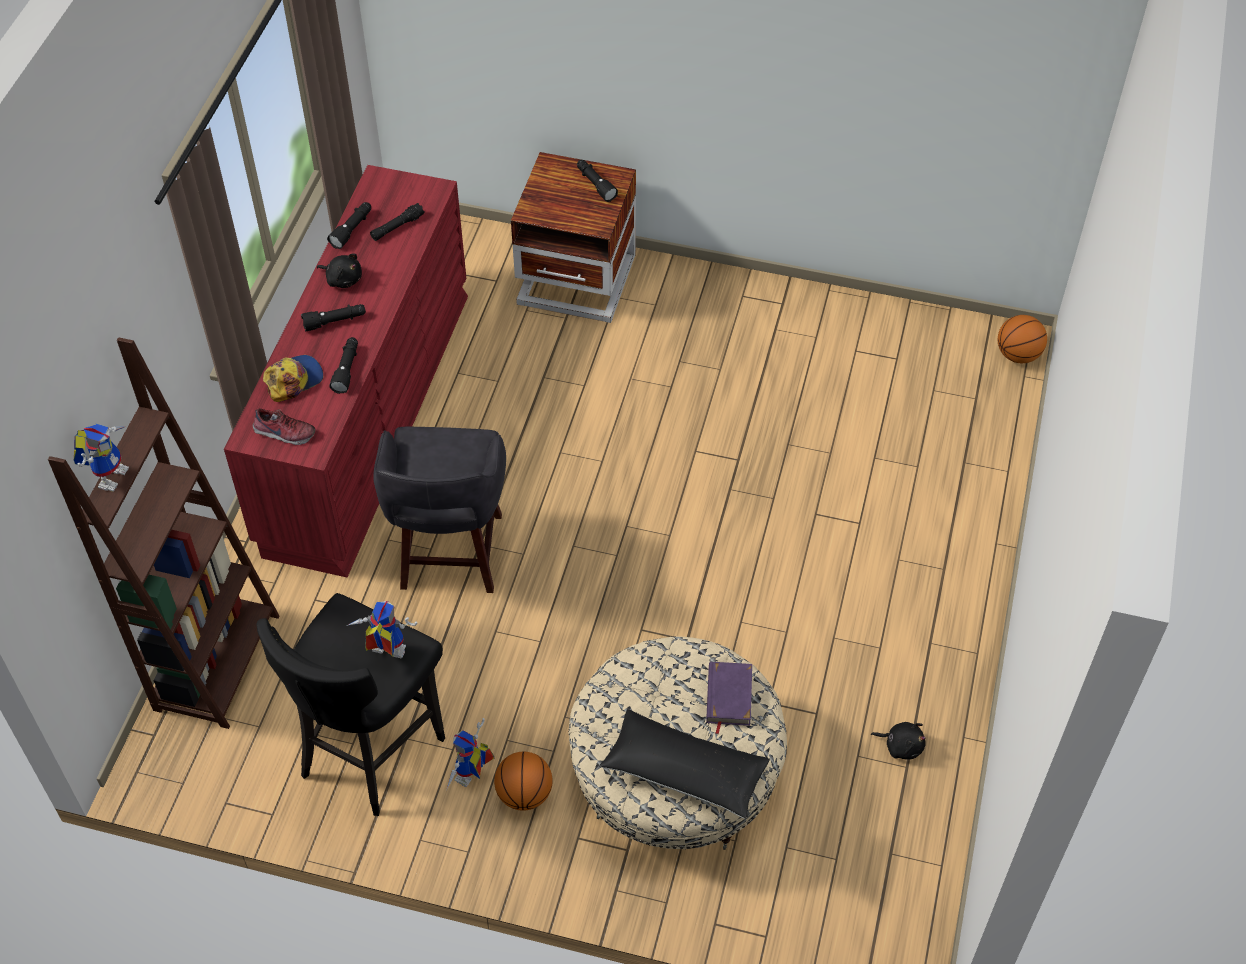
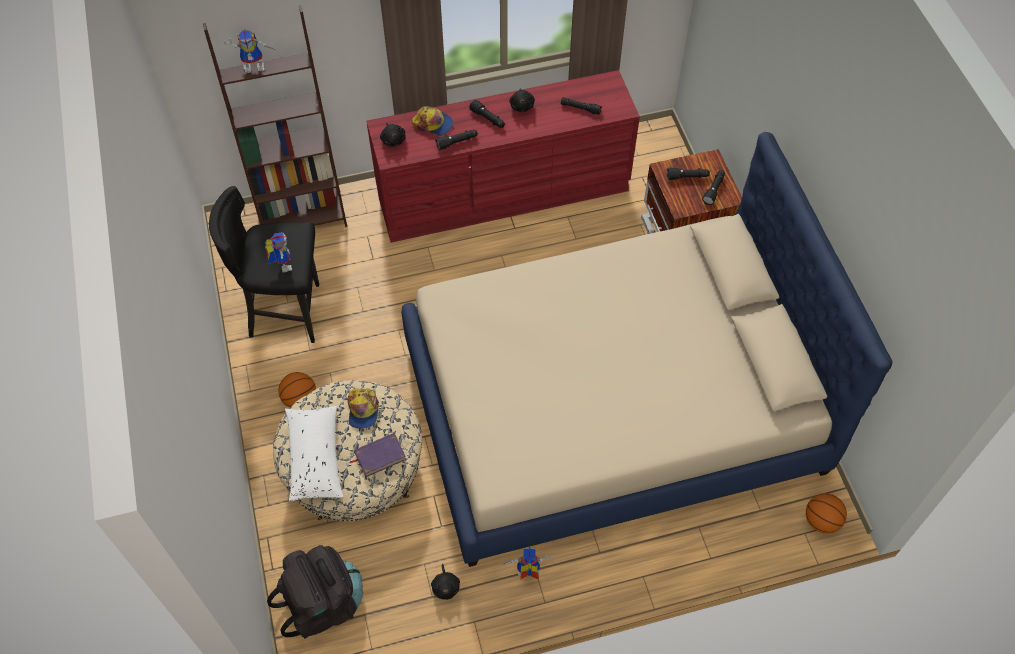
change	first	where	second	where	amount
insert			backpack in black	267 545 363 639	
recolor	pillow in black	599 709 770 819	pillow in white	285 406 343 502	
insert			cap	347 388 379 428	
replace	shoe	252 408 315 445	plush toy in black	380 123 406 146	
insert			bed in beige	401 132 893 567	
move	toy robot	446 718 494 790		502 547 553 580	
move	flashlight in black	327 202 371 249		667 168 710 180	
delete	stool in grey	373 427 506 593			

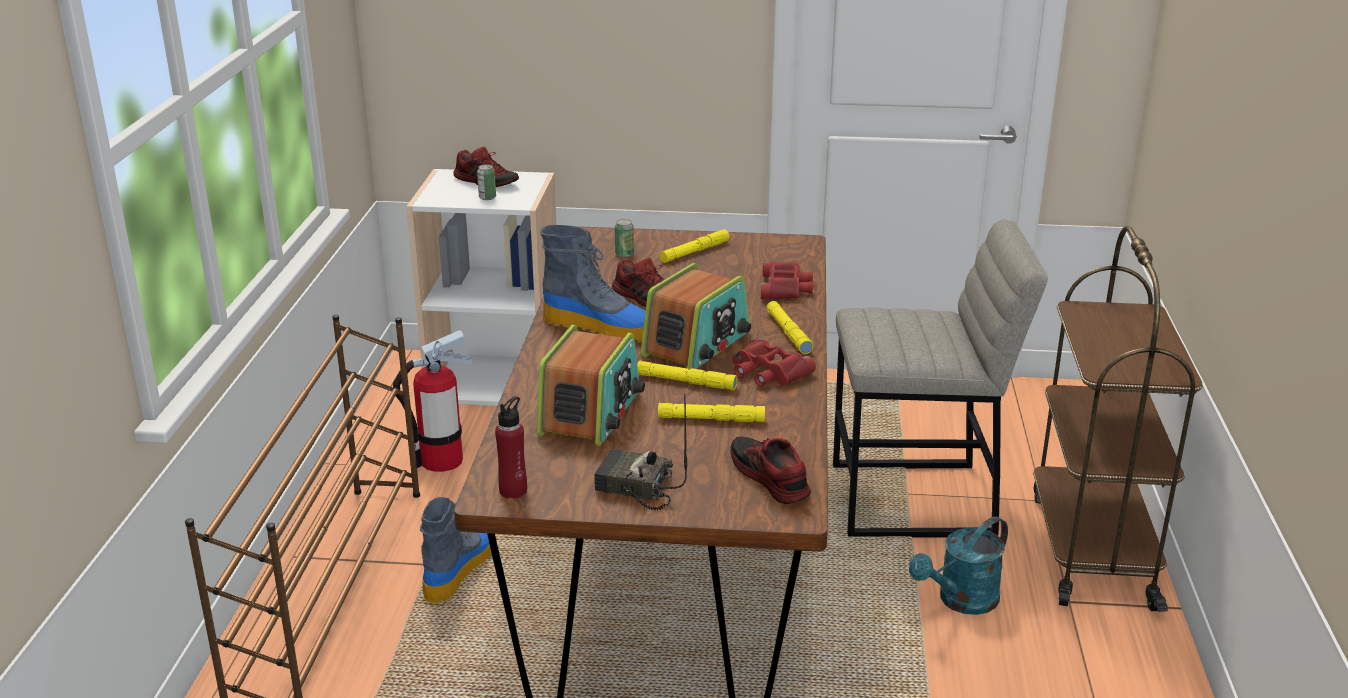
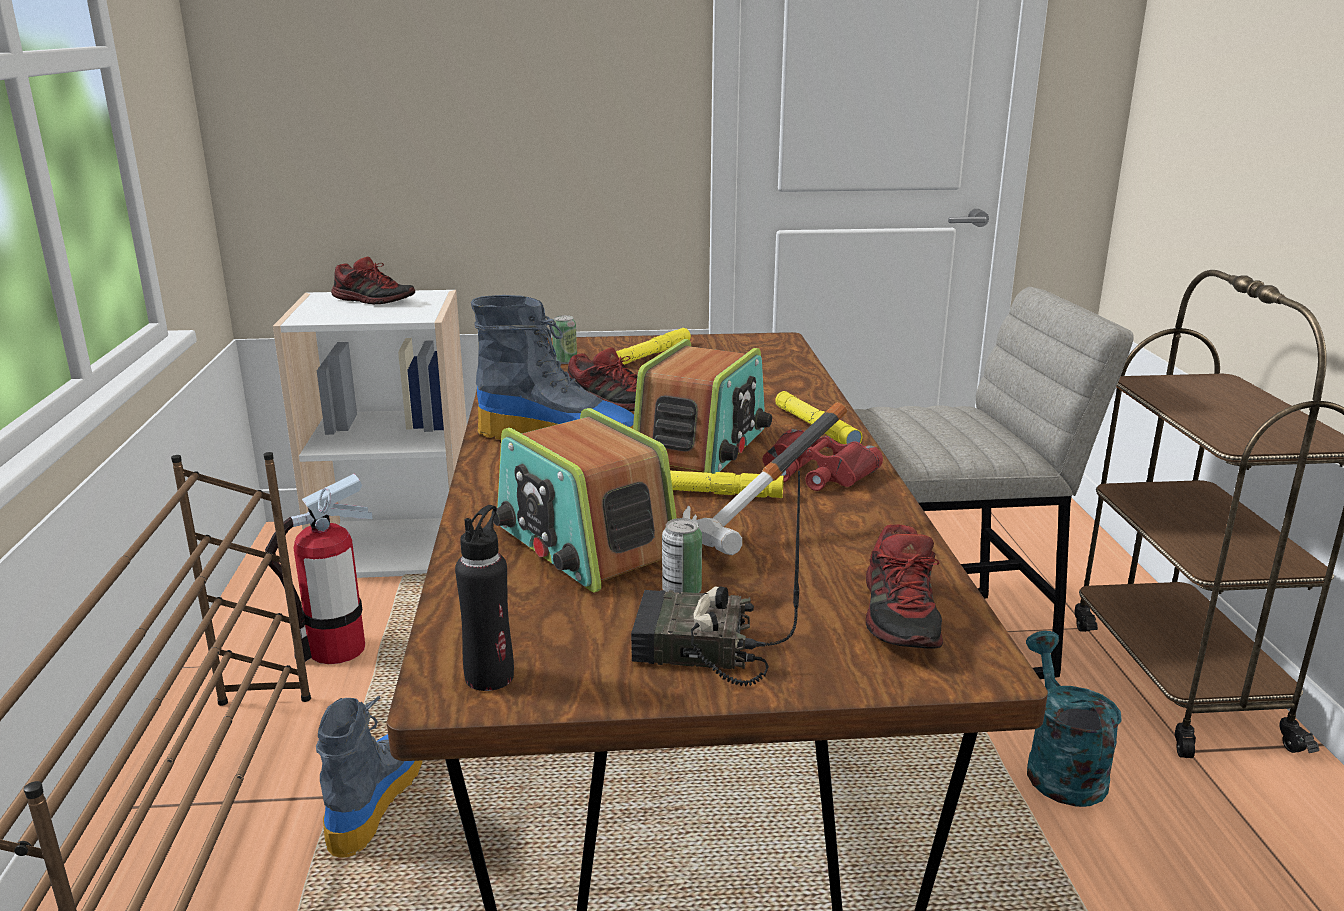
change	first	where	second	where	amount
recolor	bottle in red	495 396 527 499	bottle in black	455 505 514 691	
rotate	radio	536 325 645 446		492 408 677 593	135 degrees clockwise
move	can	477 164 496 200		662 518 702 593	
replace	flashlight in yellow	658 403 765 422	hammer	683 402 847 555	
rotate	shoe	731 436 811 504		866 524 943 649	135 degrees counterclockwise
rotate	watering can in turquoise	909 516 1008 615		1026 631 1122 807	135 degrees clockwise
delete	binoculars in red	761 261 813 299			

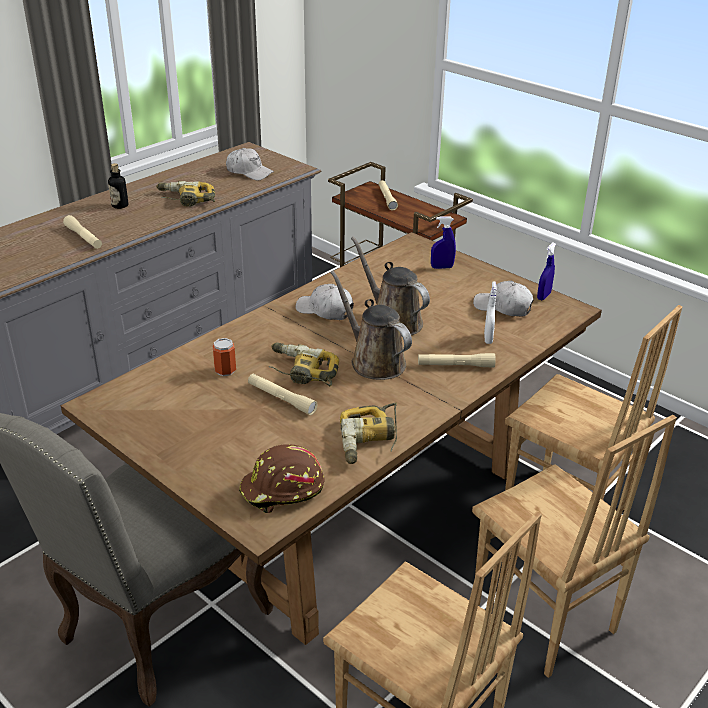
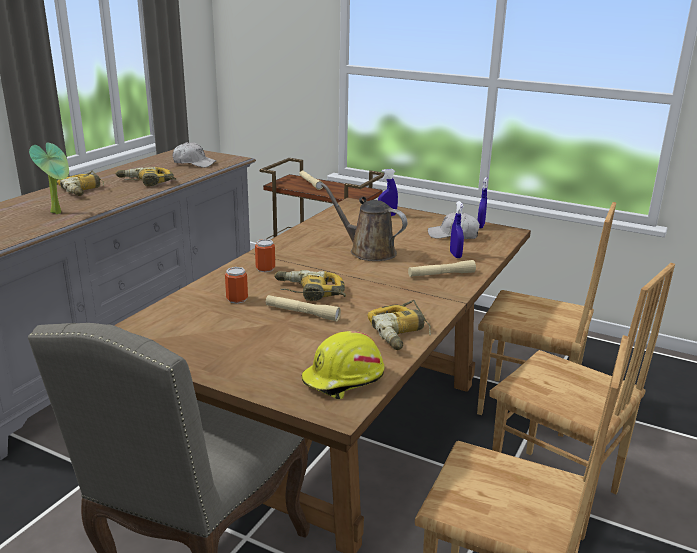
change	first	where	second	where	amount
replace	flashlight in beige	63 215 102 249	potted plant	29 142 69 214	
replace	bottle	108 163 128 209	power drill	57 170 104 196	
insert			can	255 239 275 272	
recolor	hard hat in brown	239 444 324 513	hard hat in yellow	301 331 385 399	
recolor	spray bottle in white	484 281 497 344	spray bottle in blue	450 201 464 258	
delete	cap in white	295 284 354 320			
delete	watering can in brown	330 271 412 380			

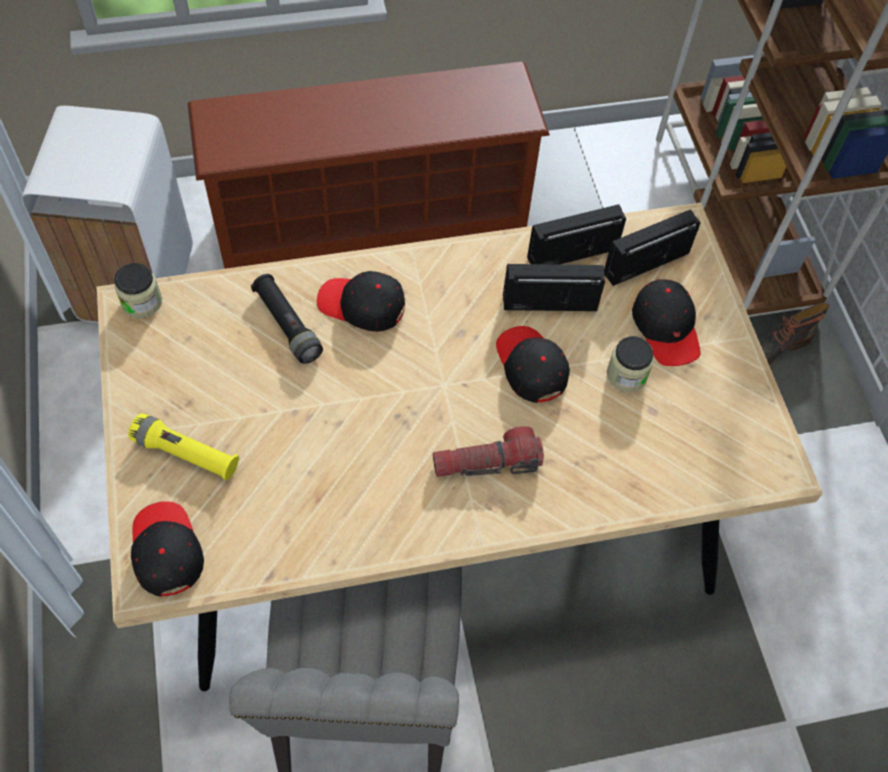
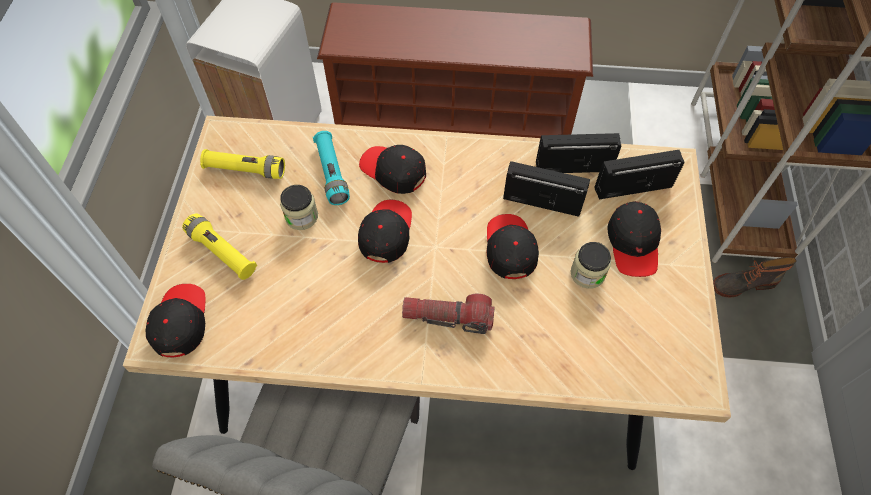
change	first	where	second	where	amount
insert			flashlight in yellow	200 149 285 179	
move	jar	114 263 162 318		280 185 318 230	
recolor	flashlight in black	251 274 323 364	flashlight in turquoise	313 131 350 205	
insert			cap in black	358 200 412 263	

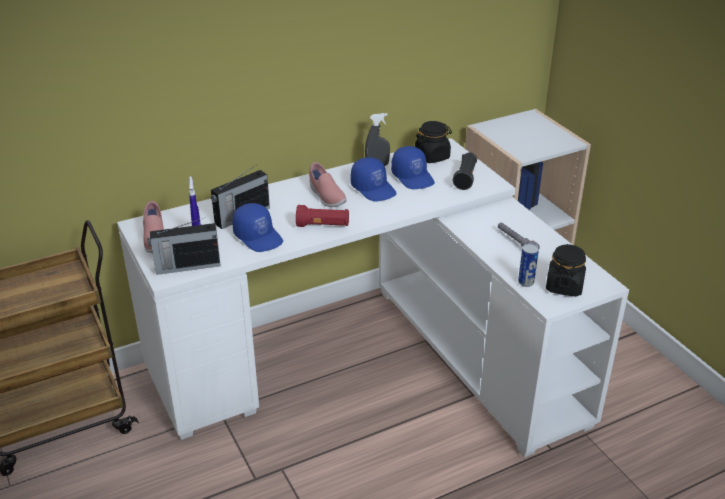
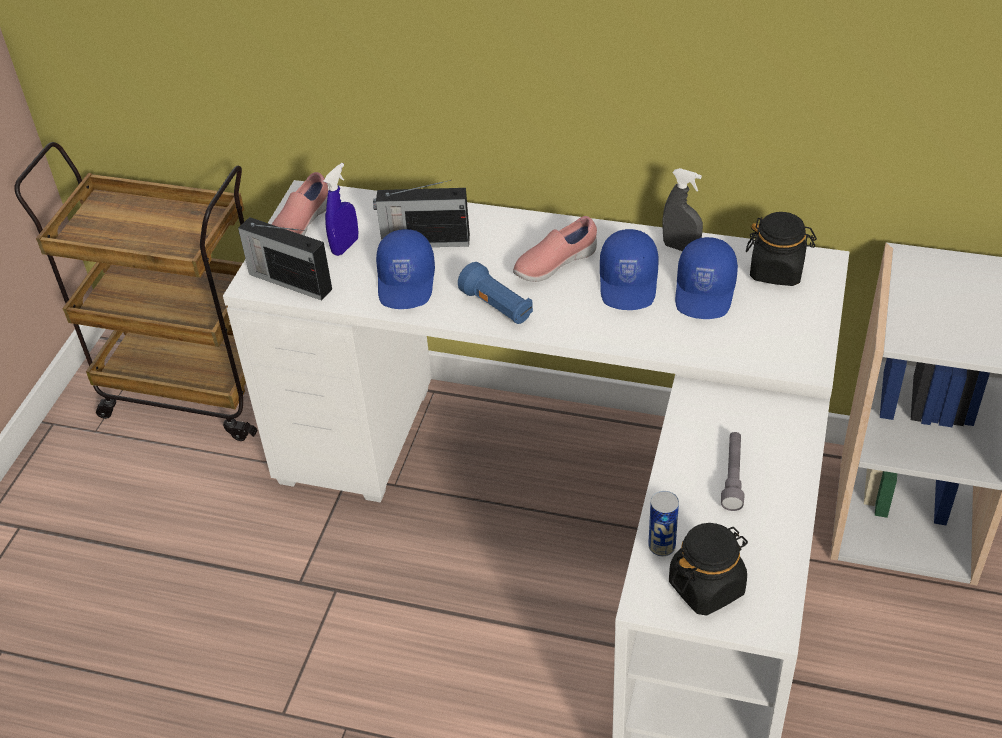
change	first	where	second	where	amount
recolor	flashlight in red	296 205 349 227	flashlight in blue	458 262 533 324	
rotate	shoe in pink	309 162 347 207		513 216 597 282	45 degrees clockwise
delete	flashlight in black	453 153 477 190			

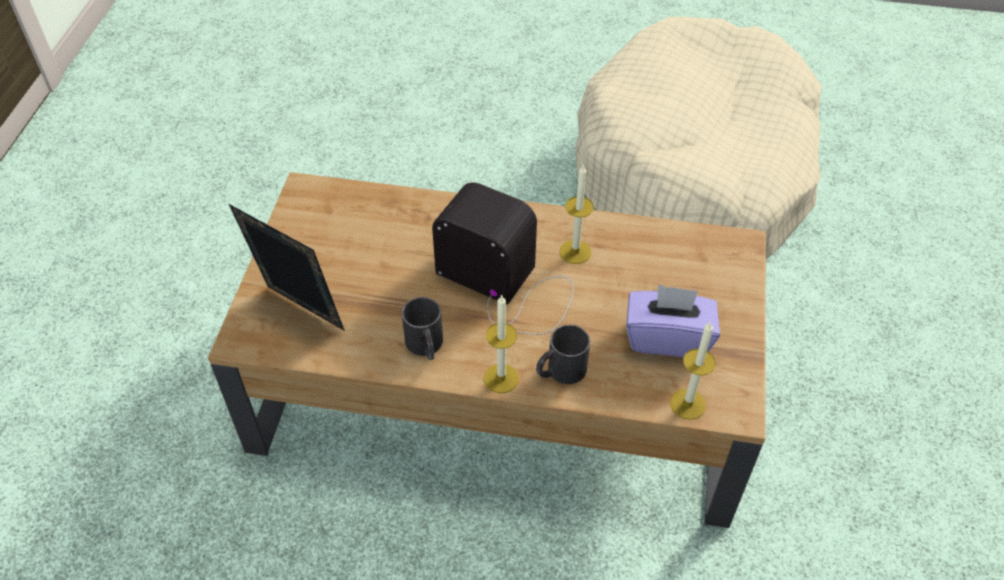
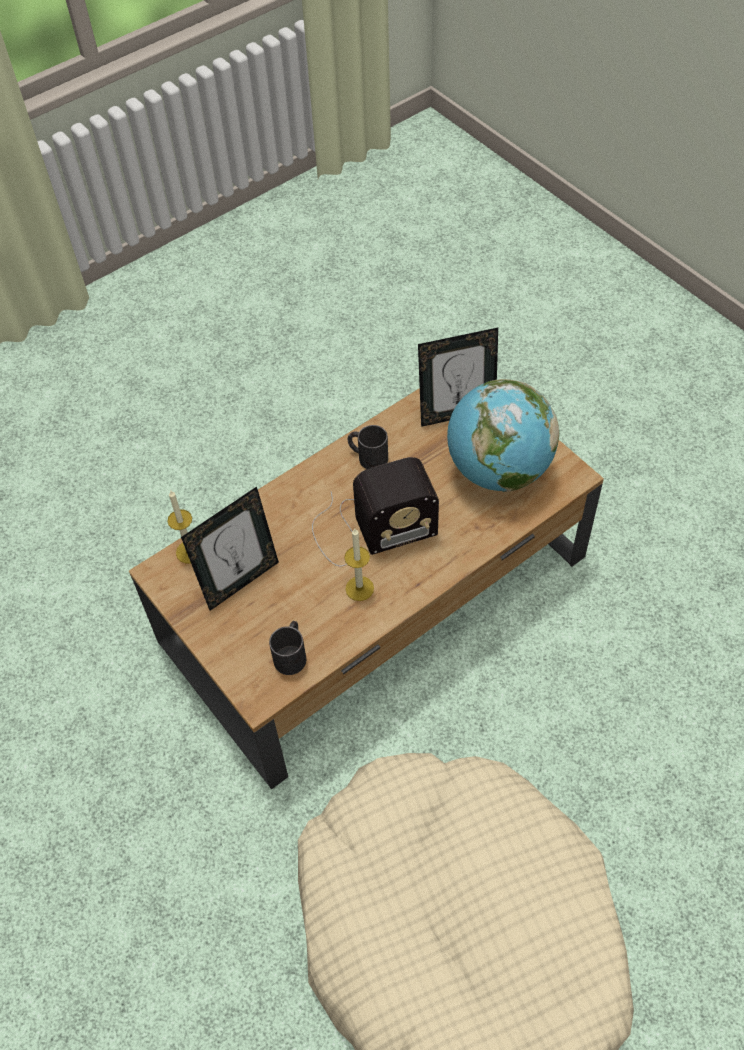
change	first	where	second	where	amount
replace	tissue box in purple	626 284 720 357	picture frame	181 487 279 611	
move	mug in black	536 325 590 384		269 621 306 675	
insert			globe	447 379 559 492	
delete	candle	484 294 519 393			

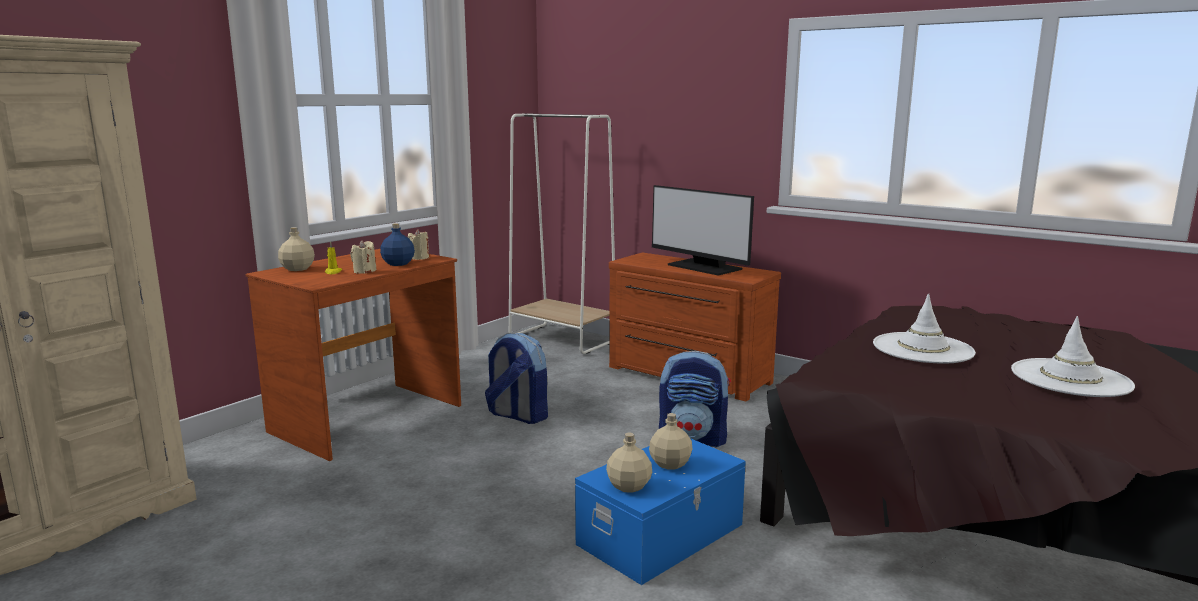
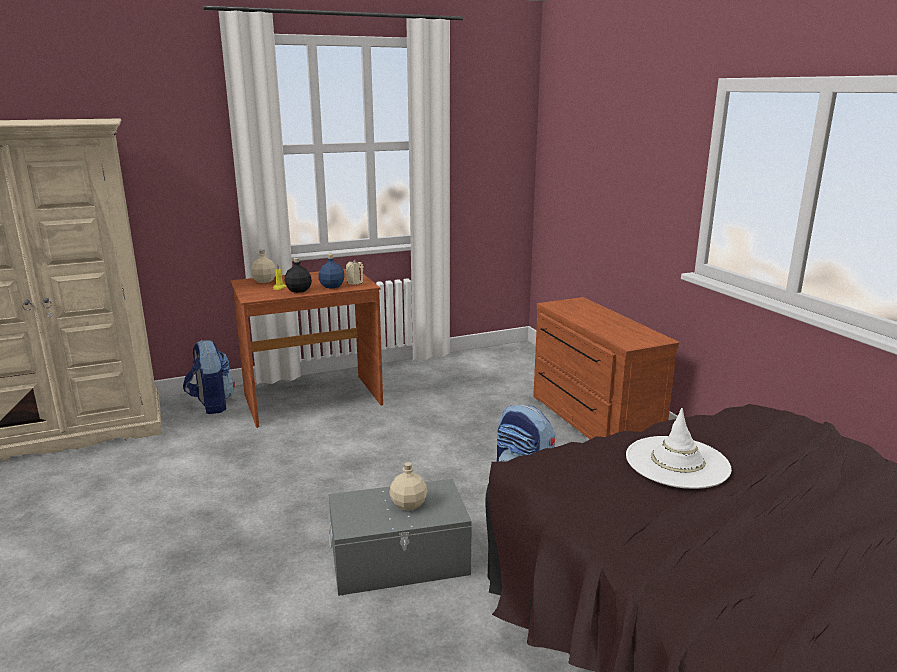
change	first	where	second	where	amount
move	backpack	485 333 548 424		183 340 235 414	
replace	candle in beige	350 240 376 274	bottle in black	285 258 312 293	
recolor	storage box in blue	575 438 746 585	storage box in grey	329 479 472 596	
delete	clothes rack	509 113 615 354			
delete	bottle in beige	606 433 652 493			
delete	monitor	652 185 754 276			
delete	hat in white	1011 316 1135 397			

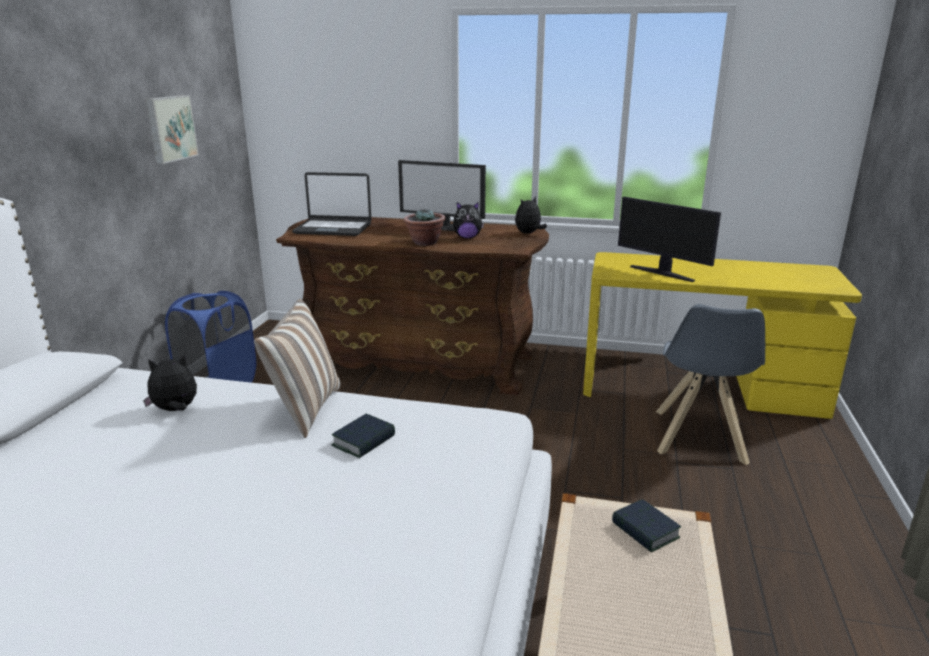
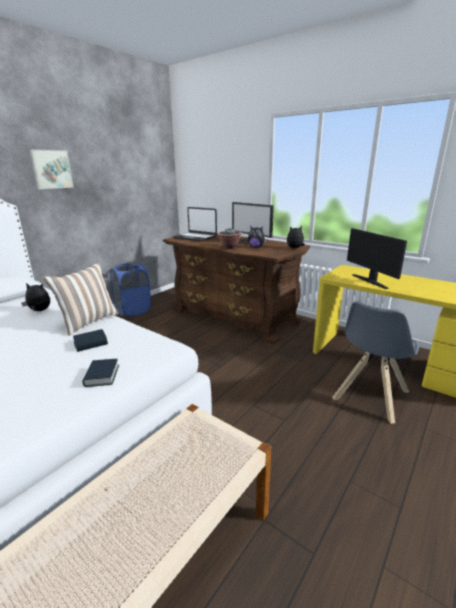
change	first	where	second	where	amount
move	picture	146 95 199 164		29 149 73 189	
move	book	612 499 681 553		83 359 119 387	

